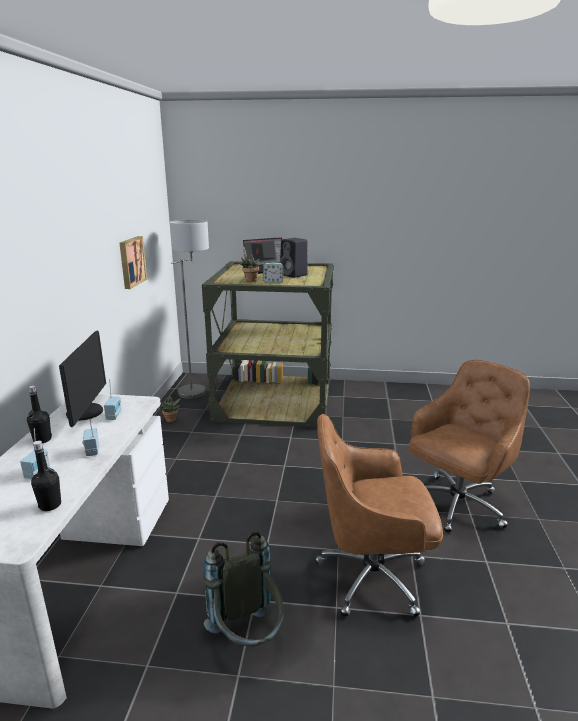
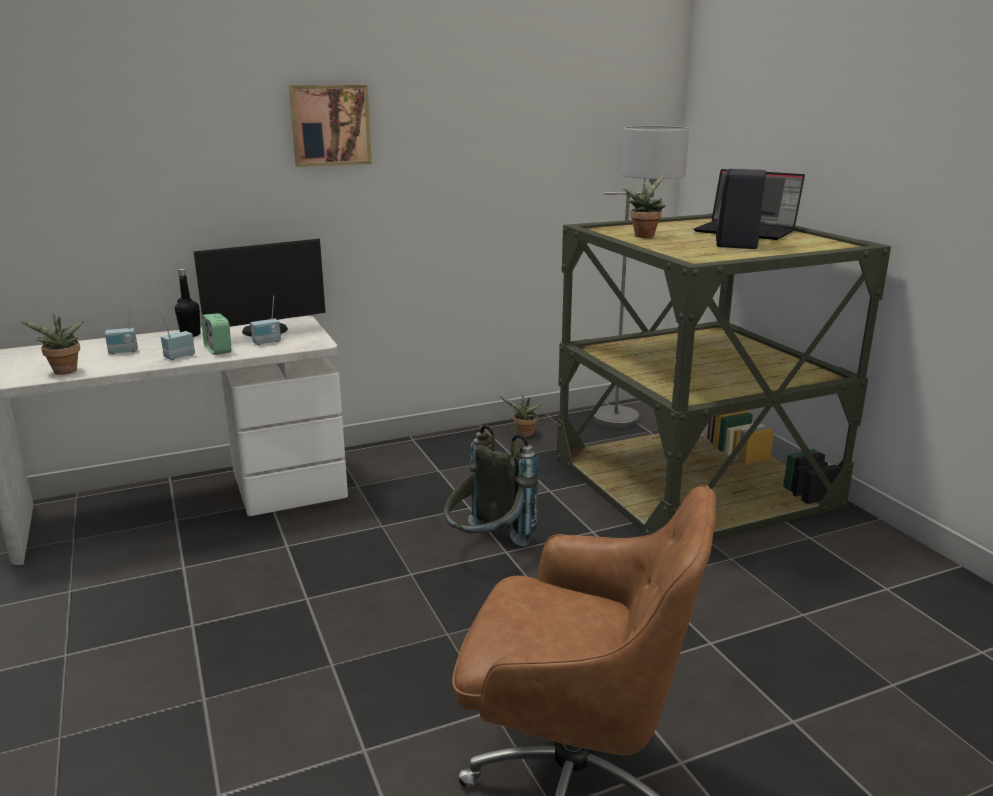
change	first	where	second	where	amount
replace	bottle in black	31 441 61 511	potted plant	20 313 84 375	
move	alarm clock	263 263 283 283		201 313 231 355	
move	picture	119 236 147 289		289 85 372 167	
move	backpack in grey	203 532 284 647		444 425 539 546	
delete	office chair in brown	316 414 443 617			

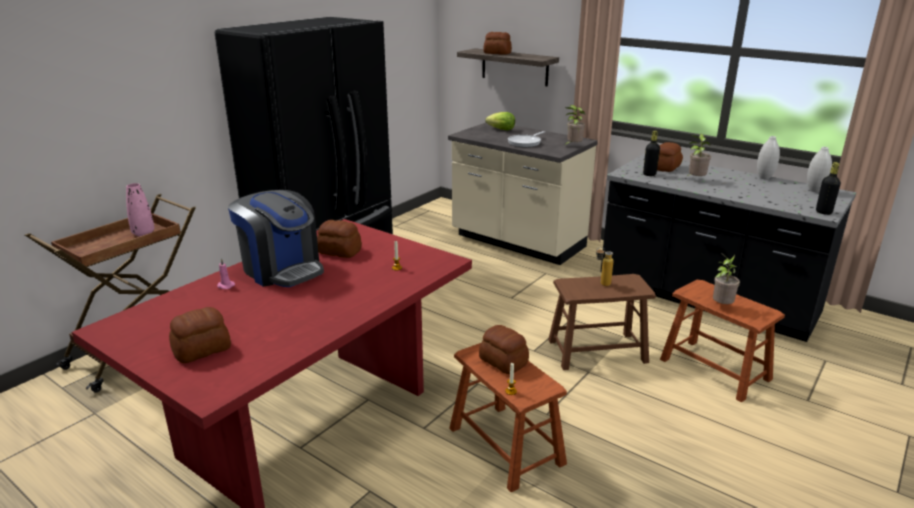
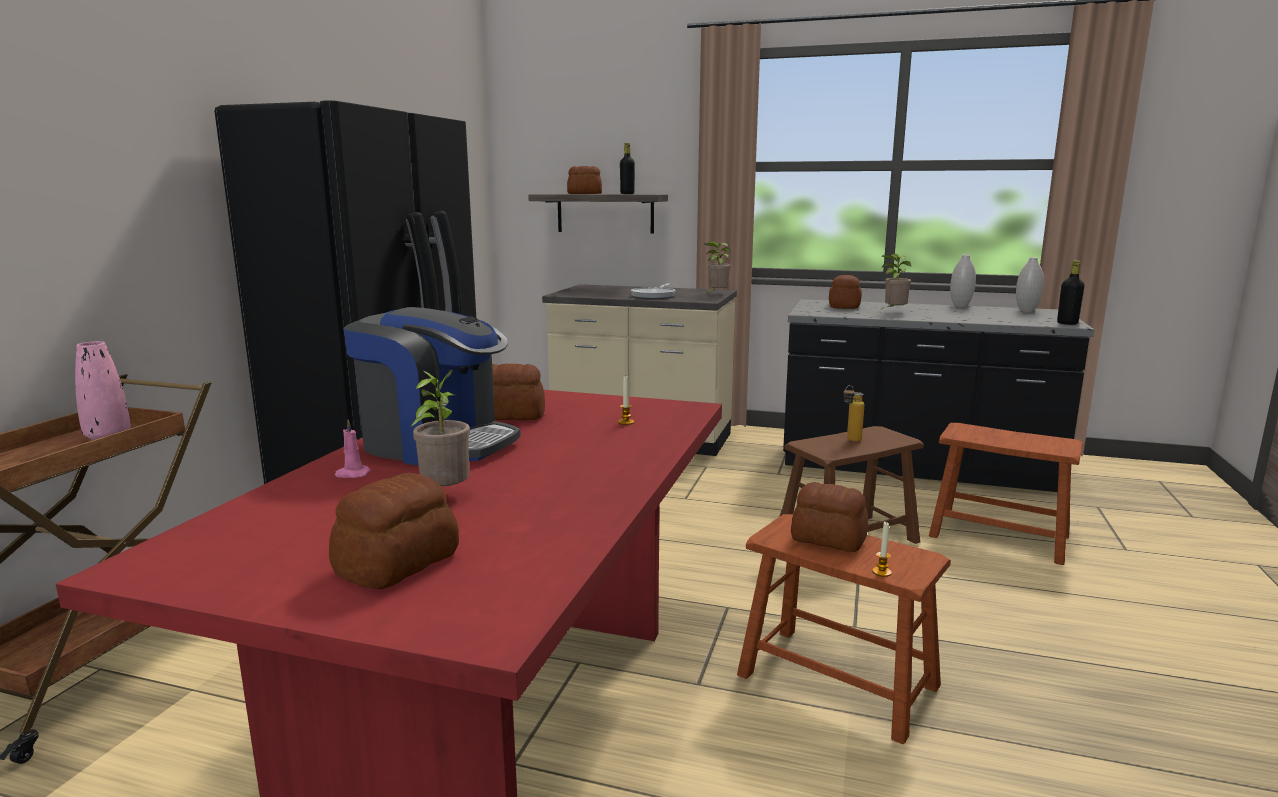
change	first	where	second	where	amount
move	potted plant	713 255 740 304		411 369 470 487	
move	bottle in black	643 131 660 176		620 143 635 194	
delete	lettuce	485 112 515 130			

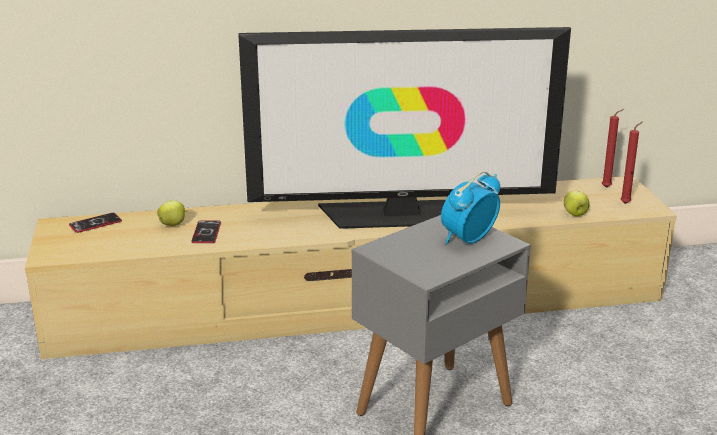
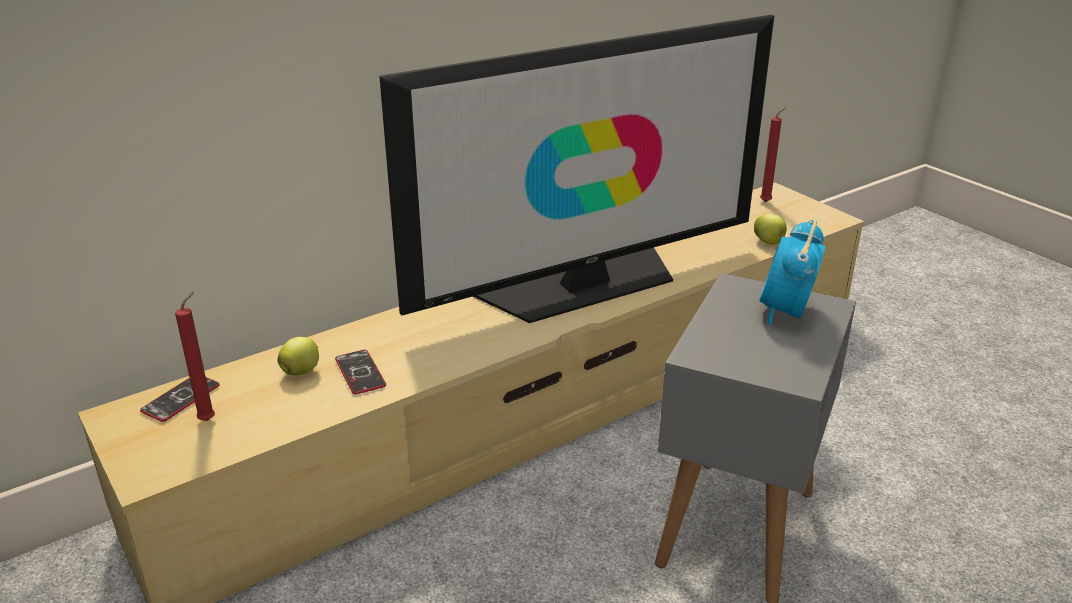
change	first	where	second	where	amount
move	candle in red	620 121 643 204		175 292 215 421	

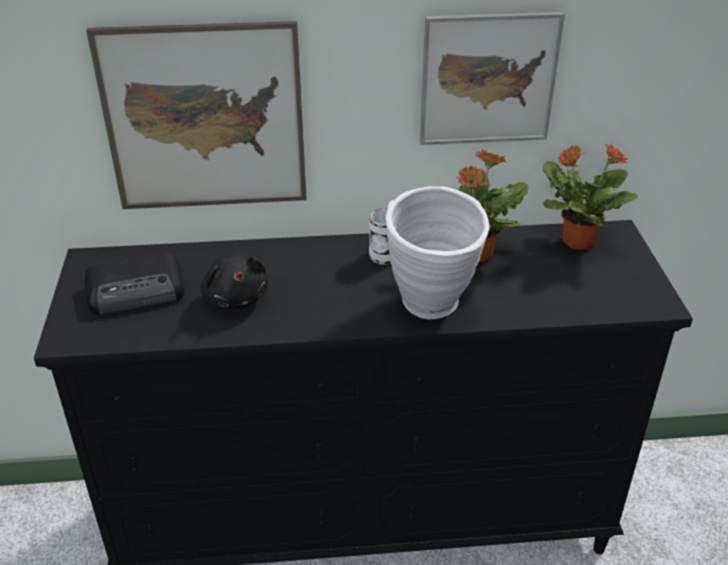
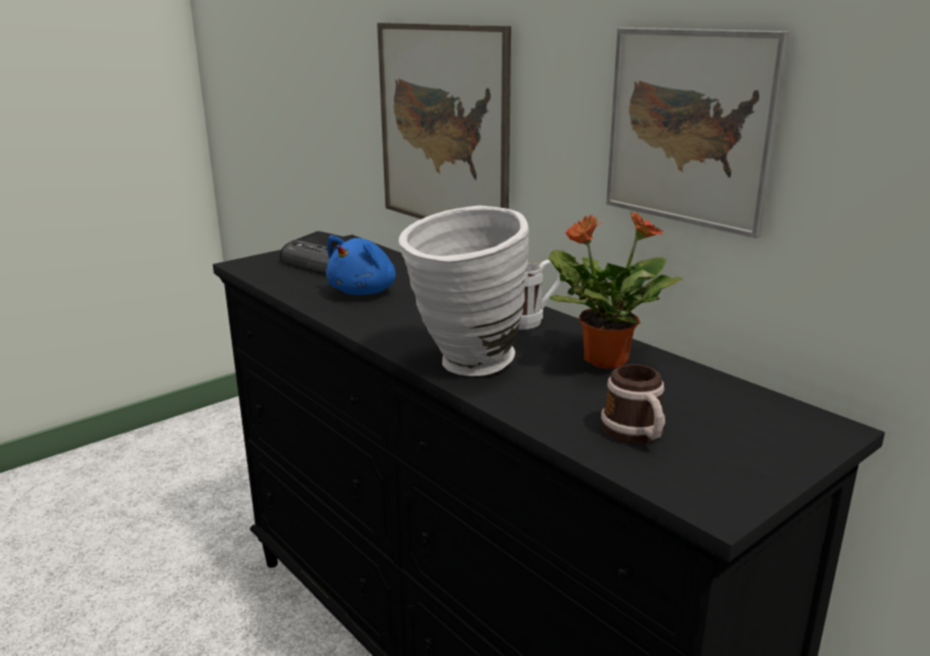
change	first	where	second	where	amount
recolor	plush toy in black	200 253 268 309	plush toy in blue	326 235 396 295	
insert			mug	601 364 665 444	
delete	potted plant	542 142 639 250			

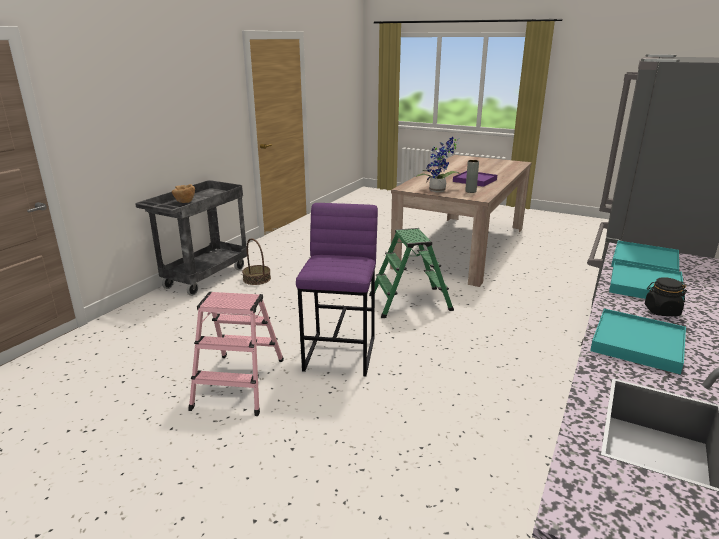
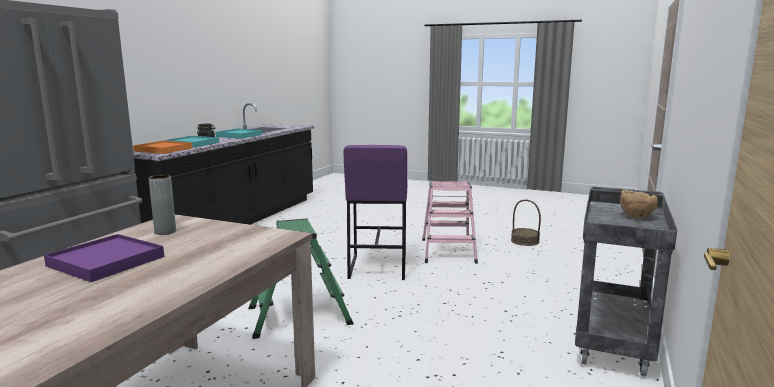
change	first	where	second	where	amount
recolor	tray in turquoise	611 240 679 271	tray in orange	133 141 192 154	
move	basket	242 238 271 285		511 199 541 246	
delete	potted plant	416 137 460 192			

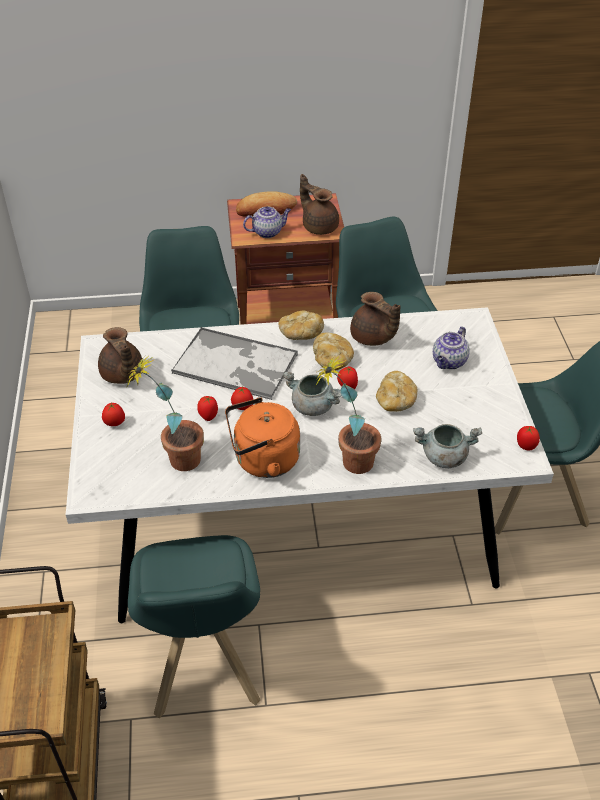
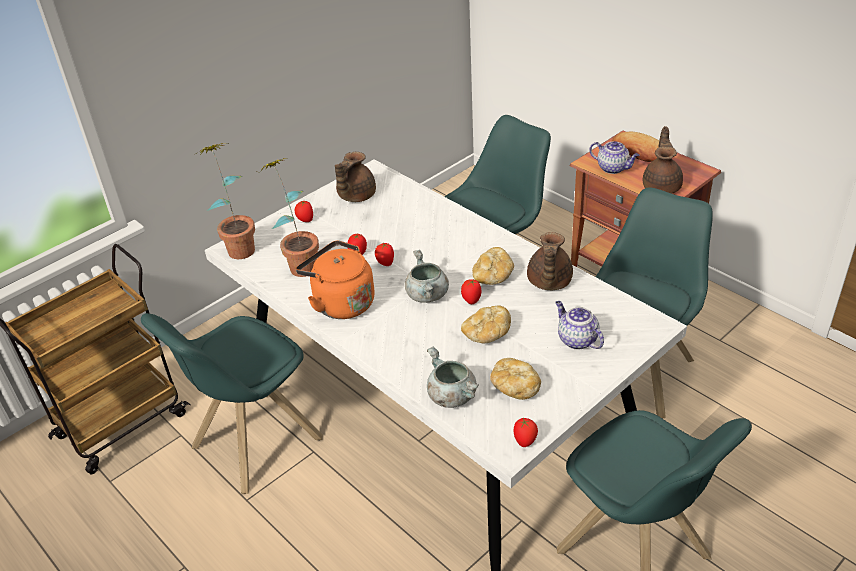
change	first	where	second	where	amount
move	potted plant	315 356 381 474		196 143 255 259	
move	bread	278 311 324 340		490 358 541 400	
rotate	teapot	433 326 470 369		555 301 604 350	60 degrees clockwise
delete	tray	171 327 298 400			

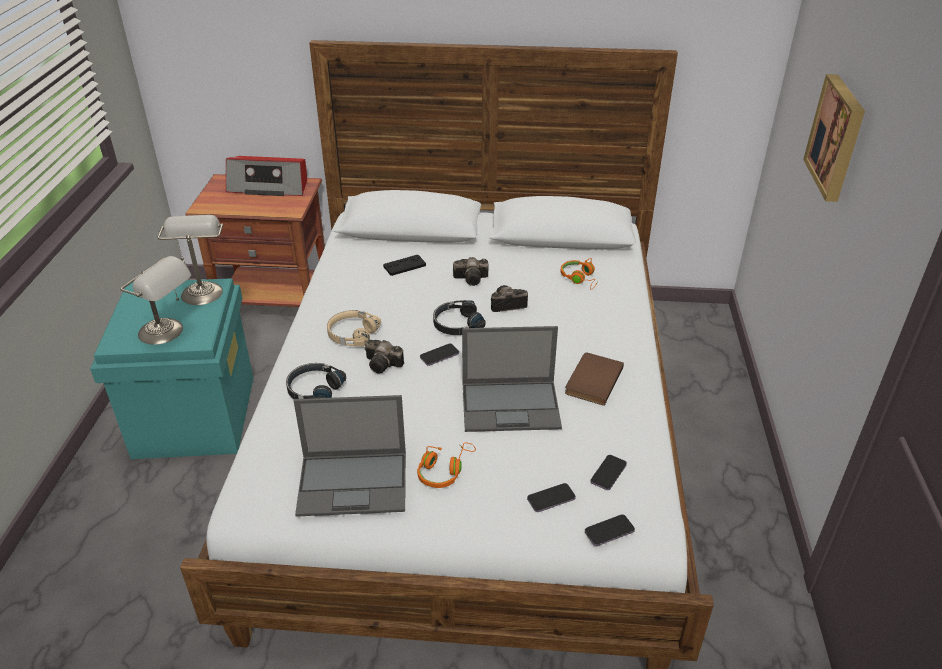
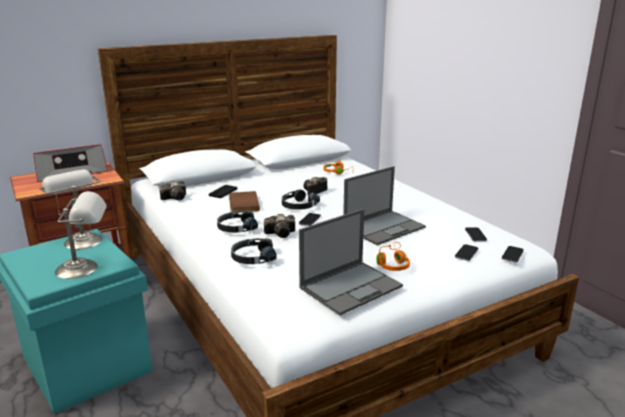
change	first	where	second	where	amount
move	photo camera	453 257 489 286		159 181 186 200	
recolor	headphones in beige	327 310 381 346	headphones in black	217 211 258 233	
move	book in brown	565 353 624 406		229 191 260 212	
delete	picture	803 74 865 202			

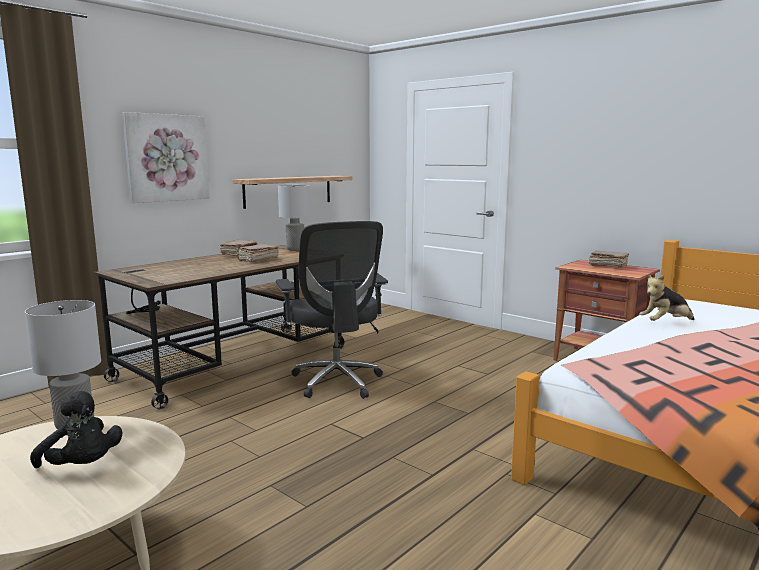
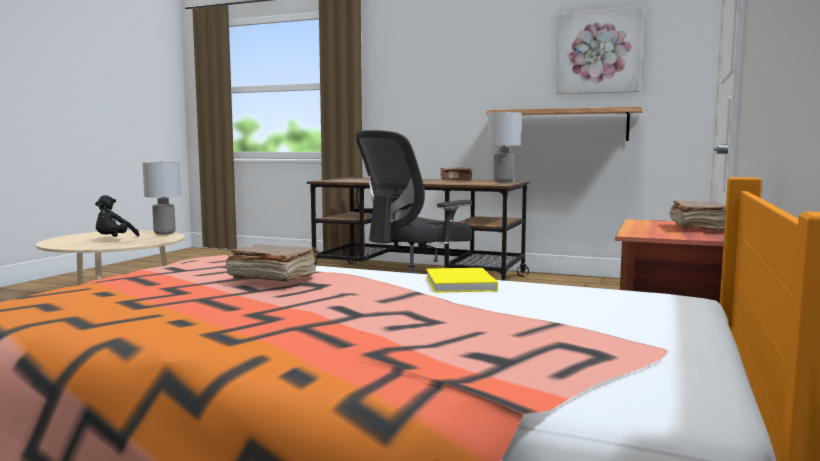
change	first	where	second	where	amount
move	book in brown	237 244 279 263		226 244 319 282	
replace	plush toy	640 274 694 321	book in yellow	426 268 498 293	
move	picture	122 112 210 203		556 6 643 94	

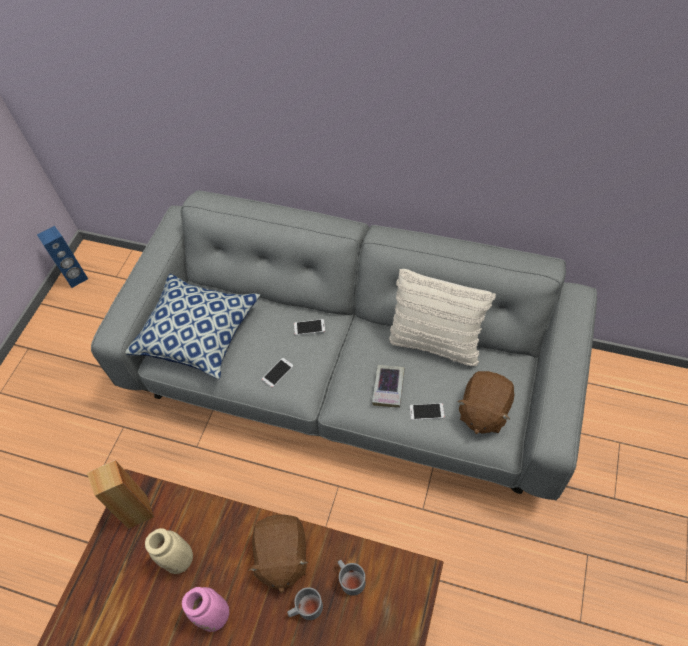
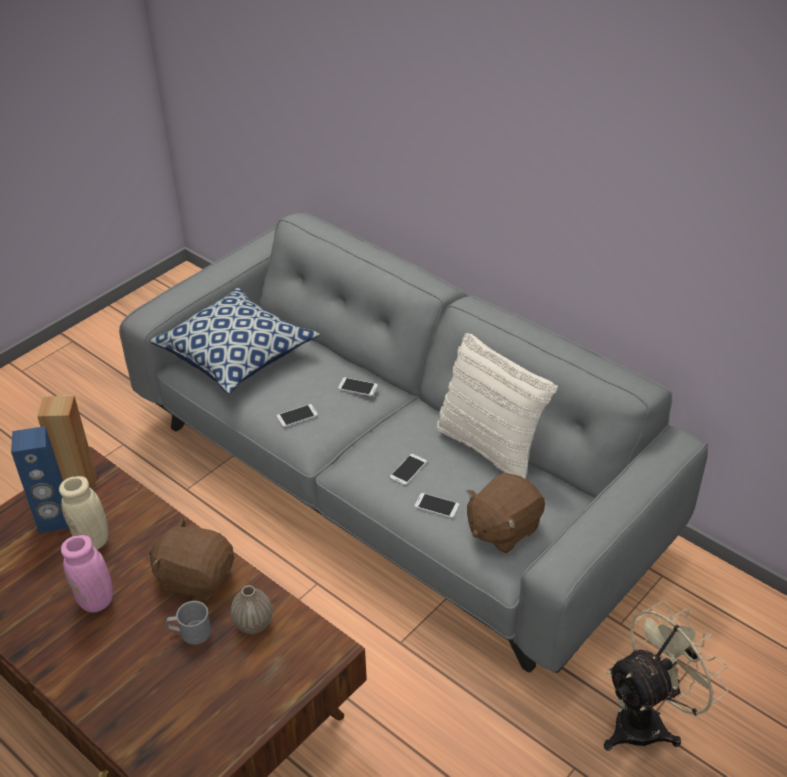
change	first	where	second	where	amount
move	speaker in blue	37 226 88 288		11 426 69 533	
rotate	plush toy in brown	248 515 309 593		149 517 234 603	90 degrees clockwise
replace	mug in grey	338 559 366 596	vase	231 585 272 634	
replace	book	372 365 405 408	phone	390 454 427 485	
insert			fan in beige	604 600 728 751	

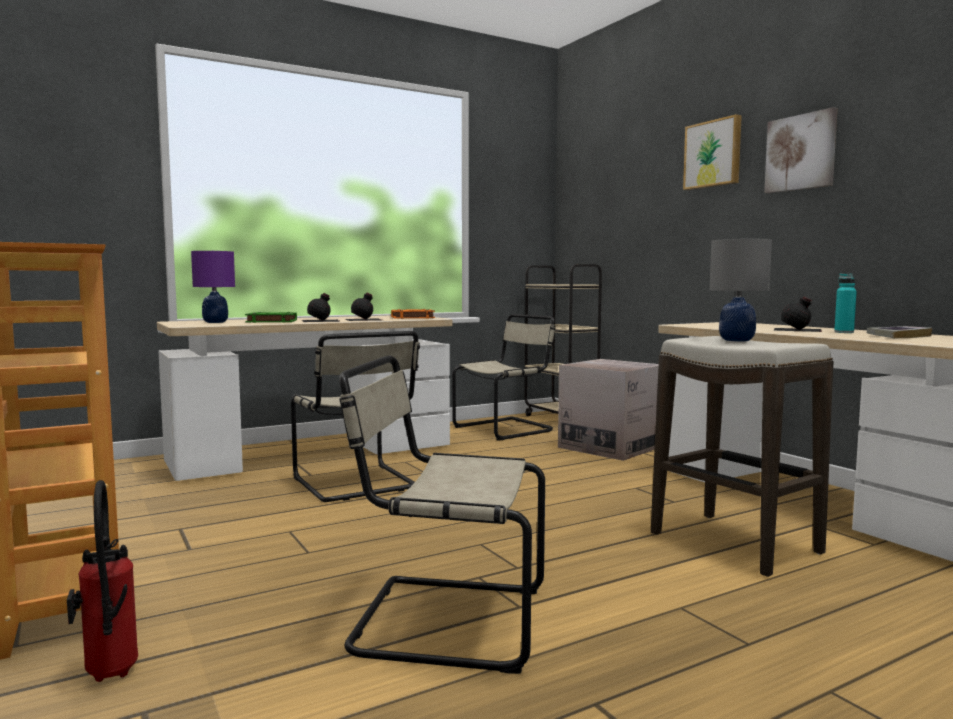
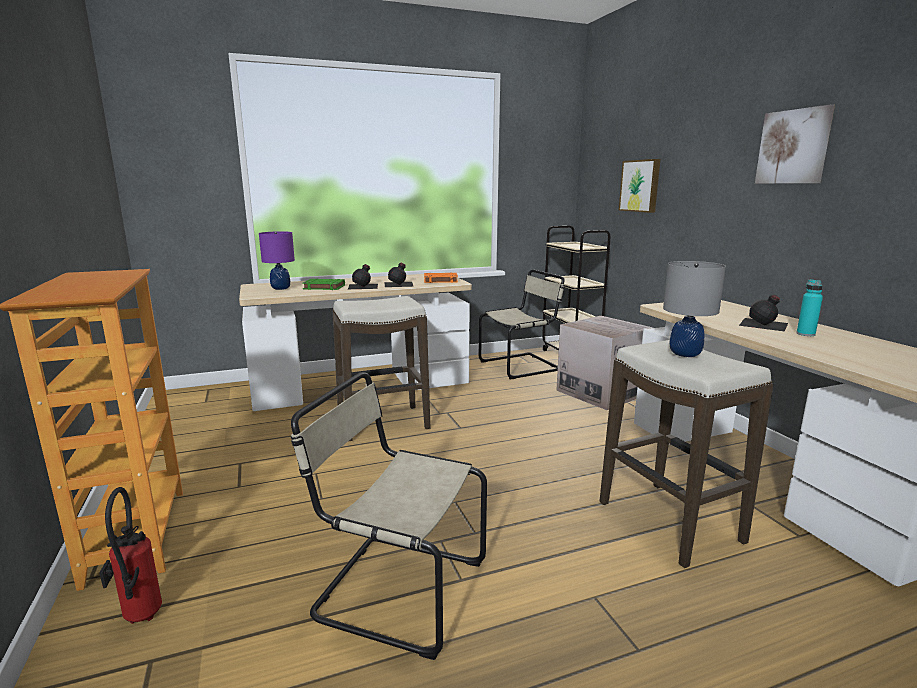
change	first	where	second	where	amount
replace	chair in beige	291 331 420 502	stool	332 296 430 442	
move	picture	683 114 742 190		619 159 660 213	
delete	book	867 326 932 338			

